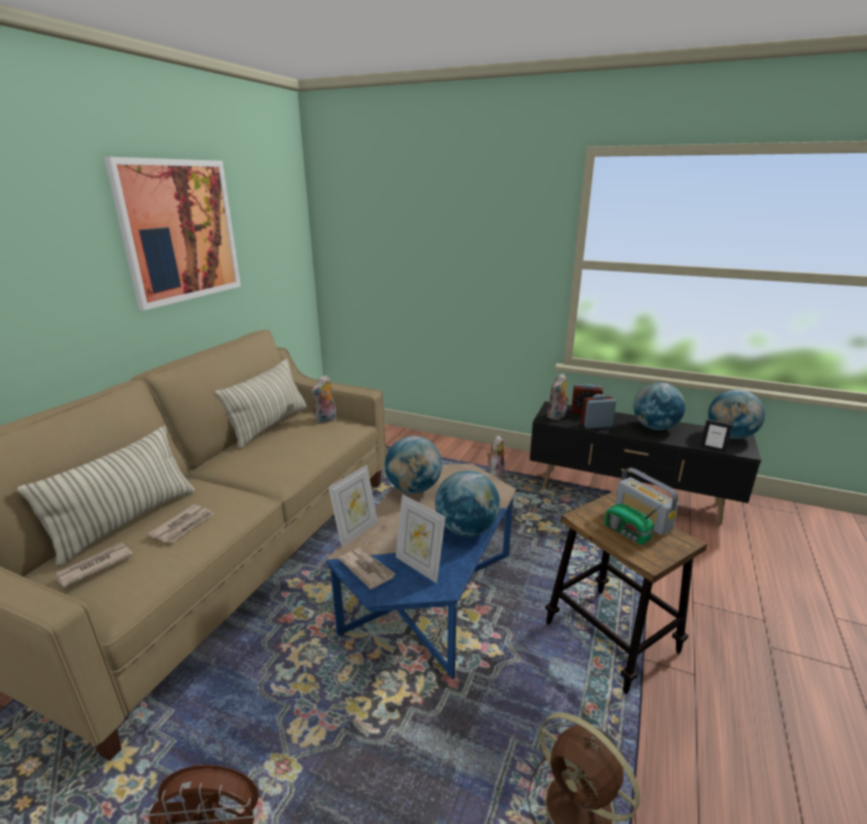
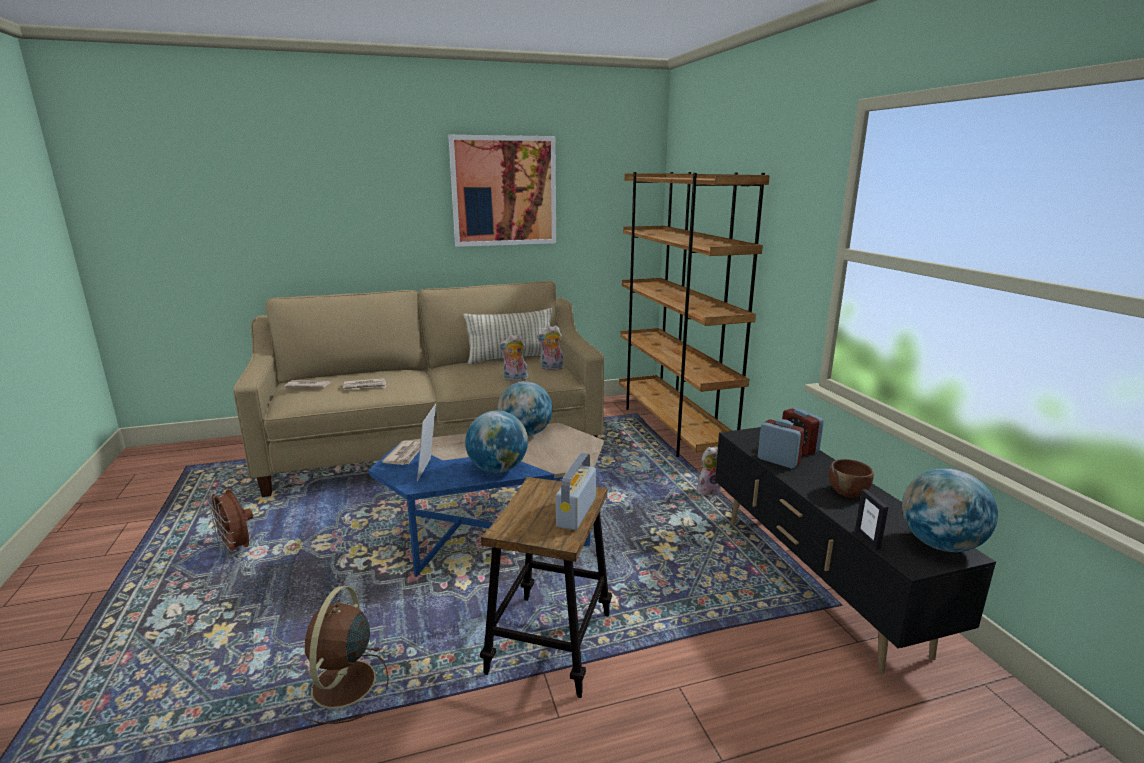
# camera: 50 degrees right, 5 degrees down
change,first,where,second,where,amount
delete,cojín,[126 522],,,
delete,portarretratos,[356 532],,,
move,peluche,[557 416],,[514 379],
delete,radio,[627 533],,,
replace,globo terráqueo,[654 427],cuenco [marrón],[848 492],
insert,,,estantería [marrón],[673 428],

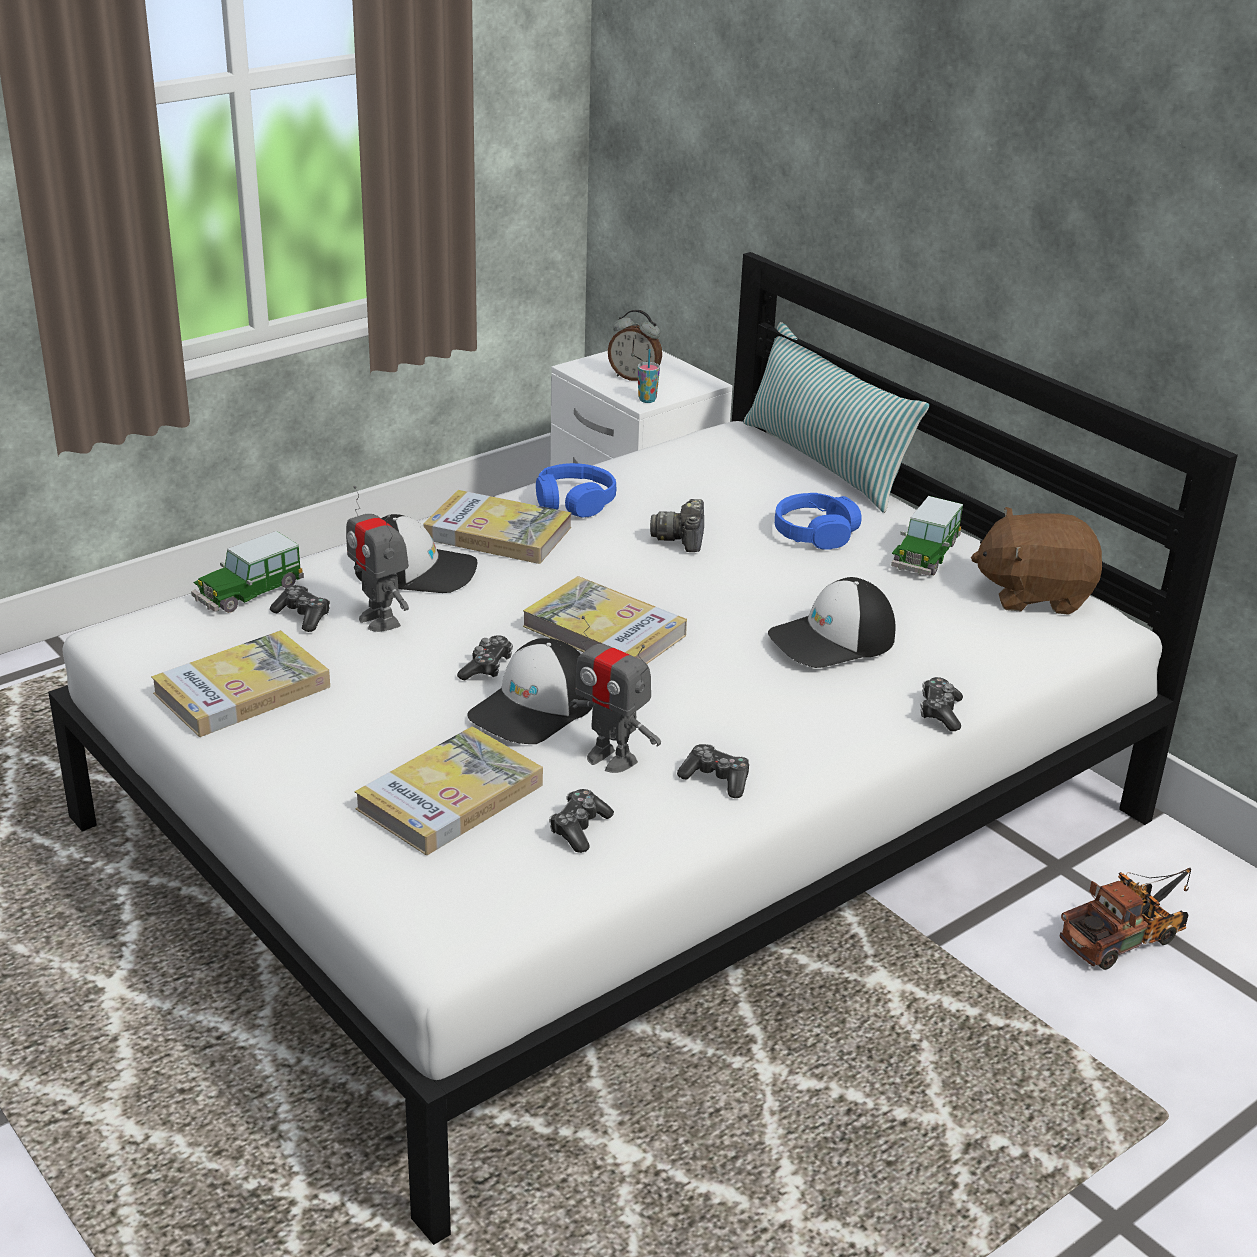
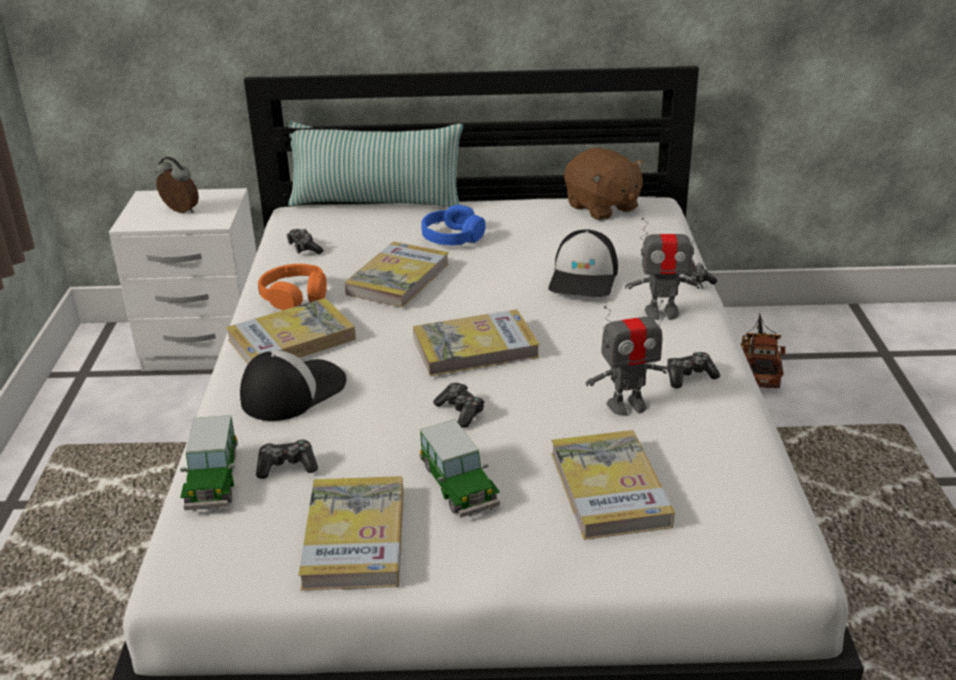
# camera: 50 degrees left, 0 degrees up
change,first,where,second,where,amount
move,robot de juguete,[380 620],,[662 312],
delete,gorra,[534 709],,,
recolor,auriculares [azul],[574 502],auriculares [naranja],[295 296],
move,mando de consola,[579 829],,[304 248],
rotate,despertador,[634 377],,[180 211],120 degrees counterclockwise
delete,taza,[647 400],,,
replace,cámara,[682 538],libro,[398 279],
move,coche de juguete,[925 555],,[458 486],
rotate,peluche [marrón],[1034 594],,[602 208],75 degrees counterclockwise

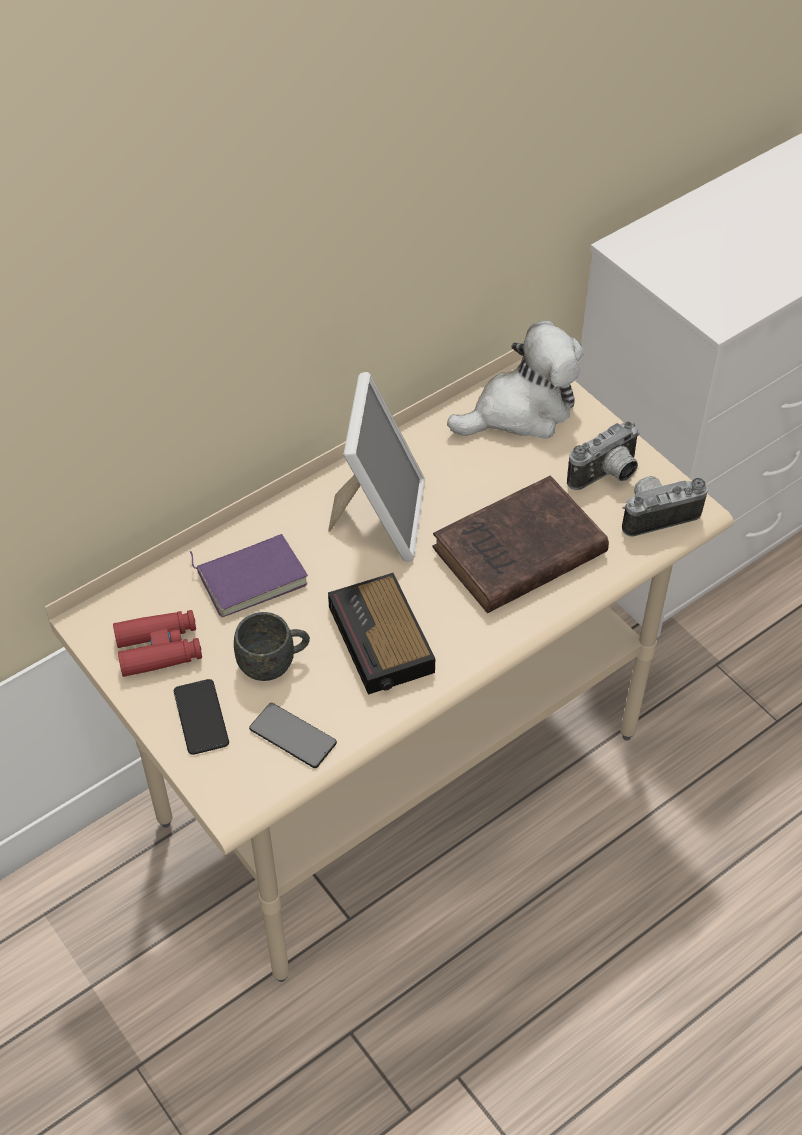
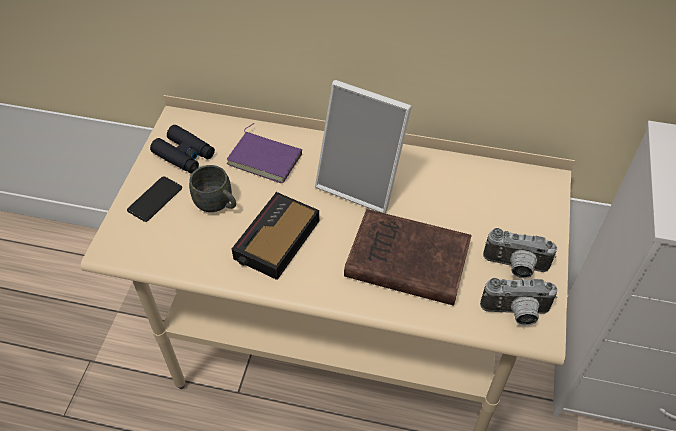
# camera: 50 degrees right, 0 degrees up
change,first,where,second,where,amount
recolor,prismáticos [rojo],[159 649],prismáticos [negro],[184 155],
delete,móvil,[293 736],,,
rotate,portarretratos,[379 517],,[362 182],60 degrees clockwise
delete,peluche,[521 411],,,
rotate,cámara,[657 514],,[515 313],150 degrees clockwise

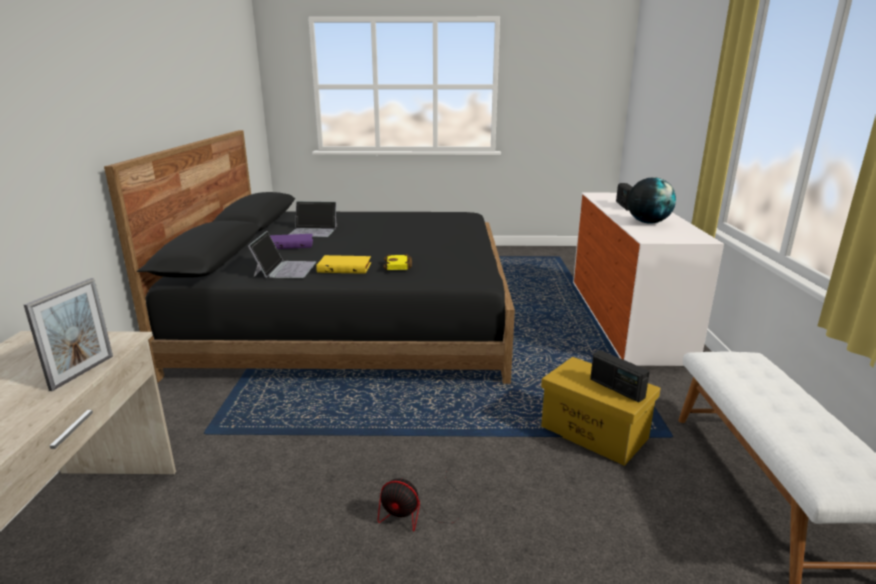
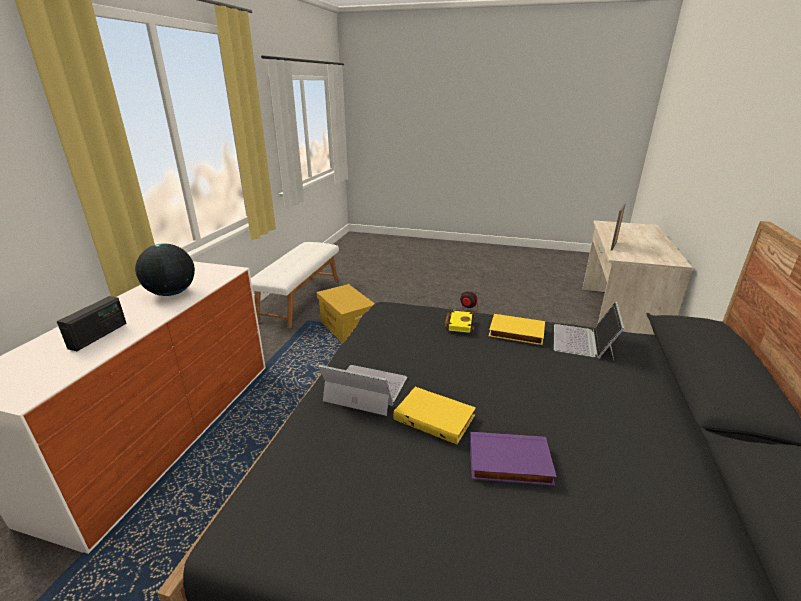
# camera: 165 degrees left, 5 degrees up
change,first,where,second,where,amount
move,libro [morado],[291 244],,[509 463],
move,portátil,[313 231],,[365 389],
delete,radio,[616 388],,,
insert,,,libro [amarillo],[435 417],

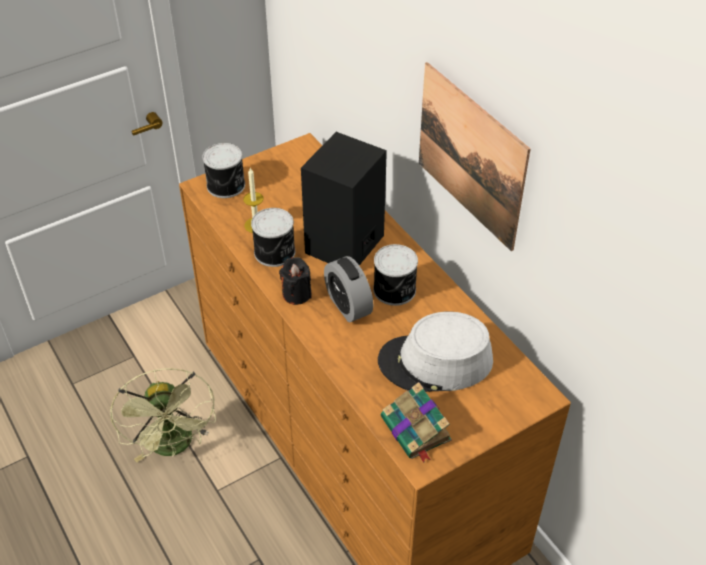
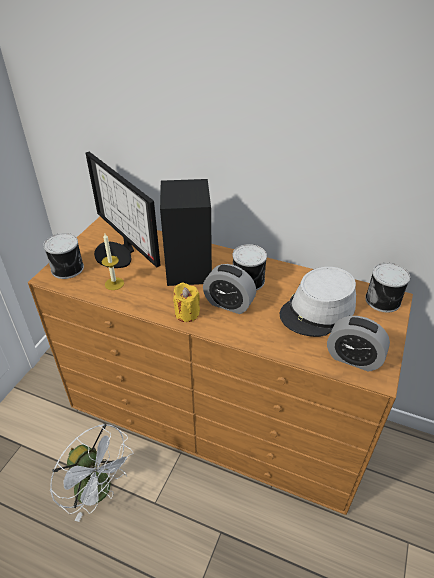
# camera: 35 degrees left, 5 degrees down
change,first,where,second,where,amount
recolor,ventilador [verde],[174 446],ventilador [blanco],[100 491],
move,lata,[275 252],,[384 300],
recolor,vela [negro],[296 294],vela [amarillo],[187 313],
replace,libro,[416 430],despertador,[353 358],
delete,cuadro,[470 156],,,
insert,,,monitor,[118 253],

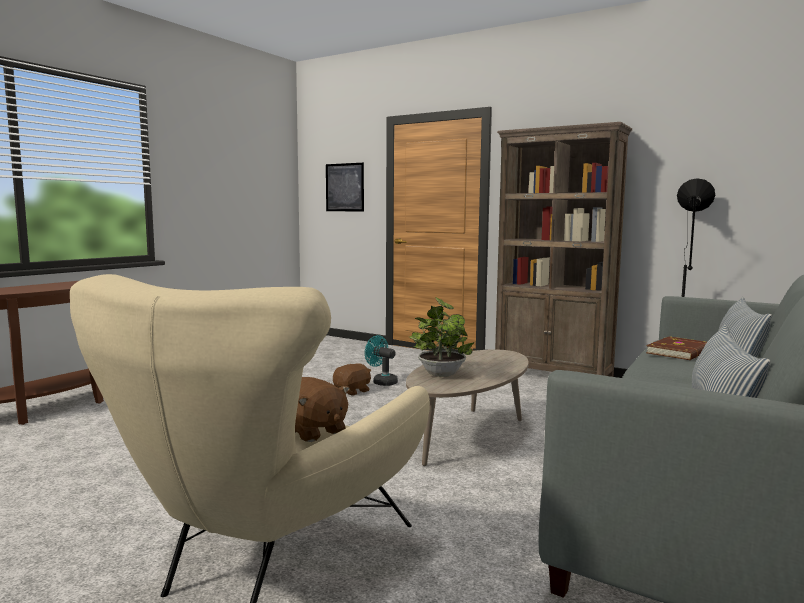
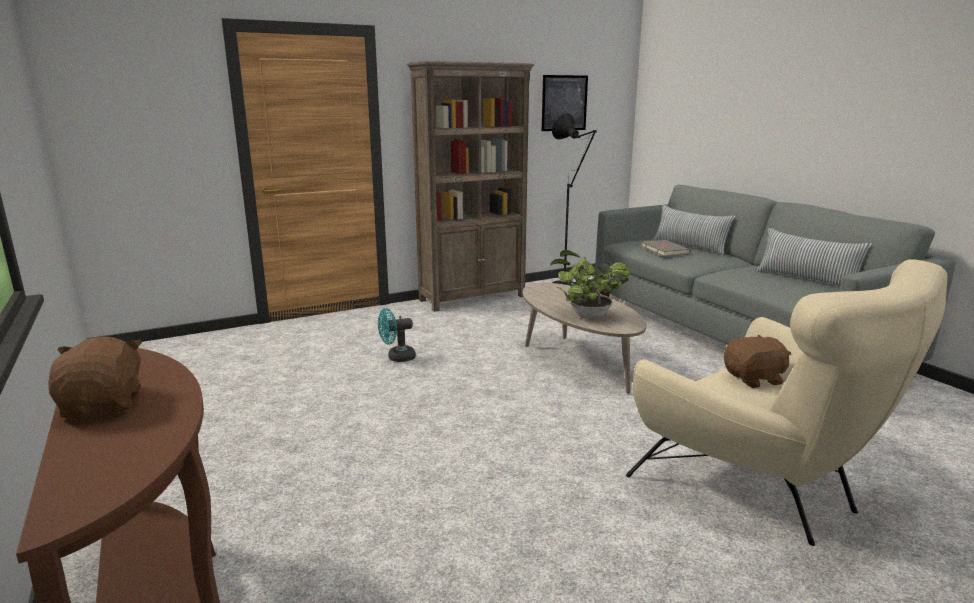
# camera: 60 degrees left, 10 degrees up
change,first,where,second,where,amount
move,cuadro,[344 187],,[564 103],
move,peluche [marrón],[352 391],,[104 404],
recolor,libro [marrón],[680 352],libro [gris],[665 250],

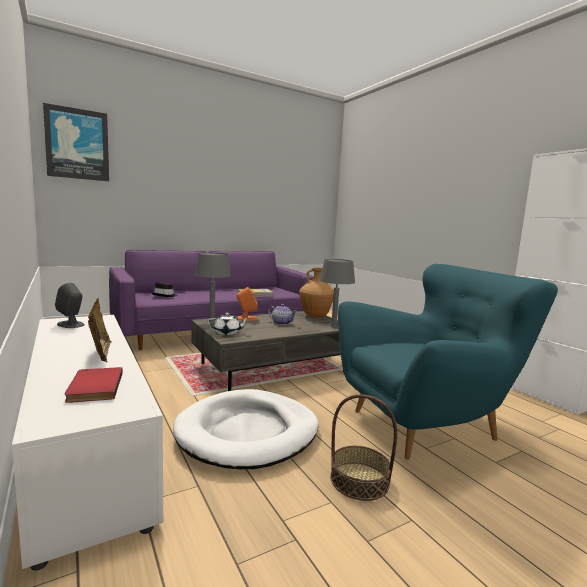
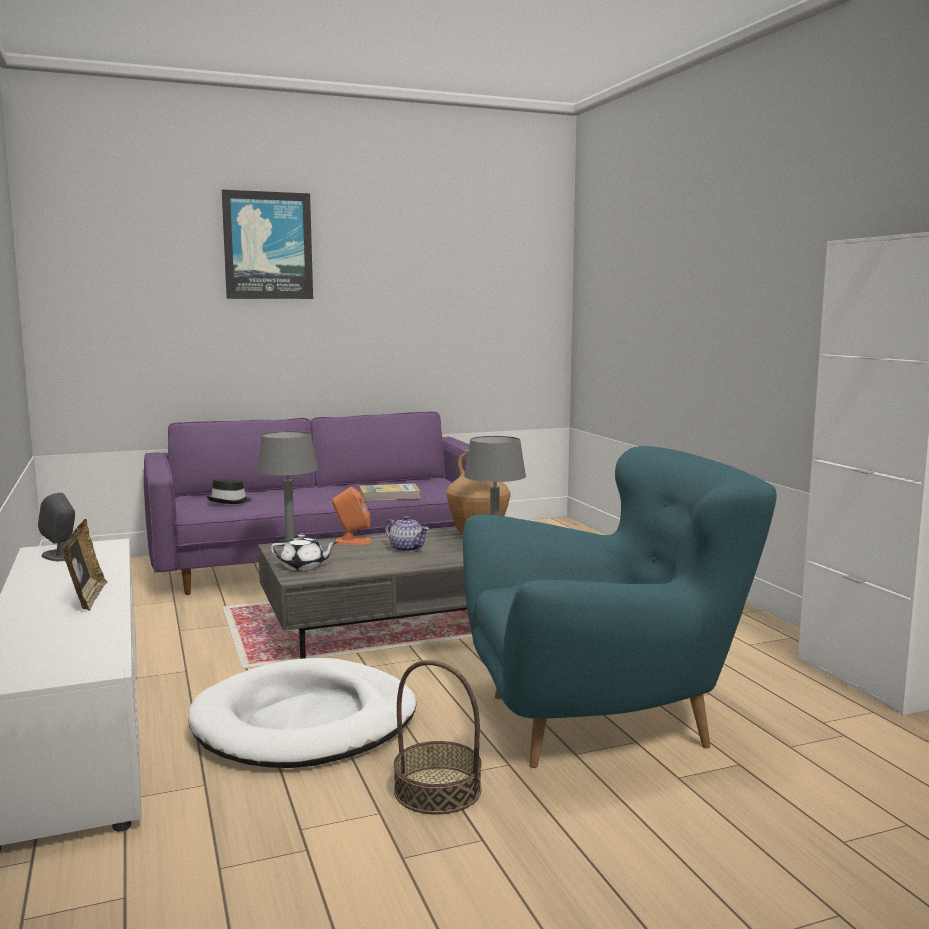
# camera: 10 degrees right, 0 degrees up
change,first,where,second,where,amount
move,cuadro,[77 144],,[268 245],
delete,libro [rojo],[93 387],,,

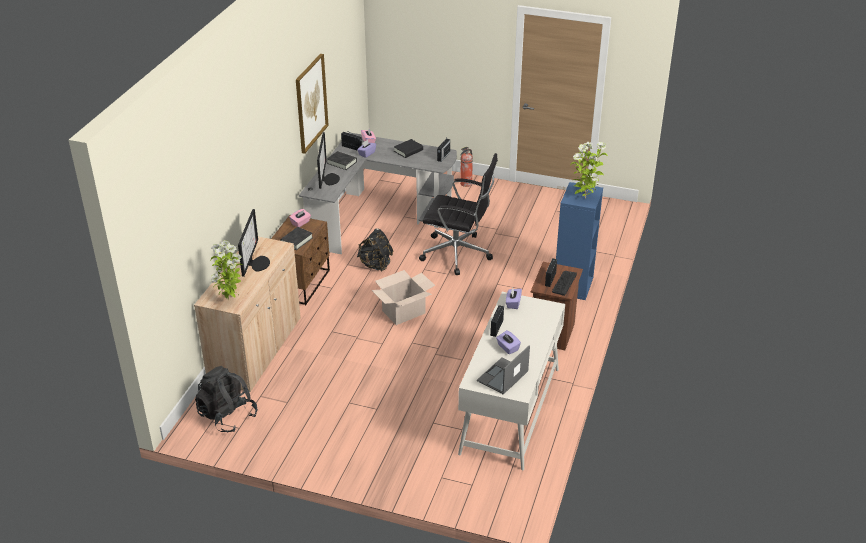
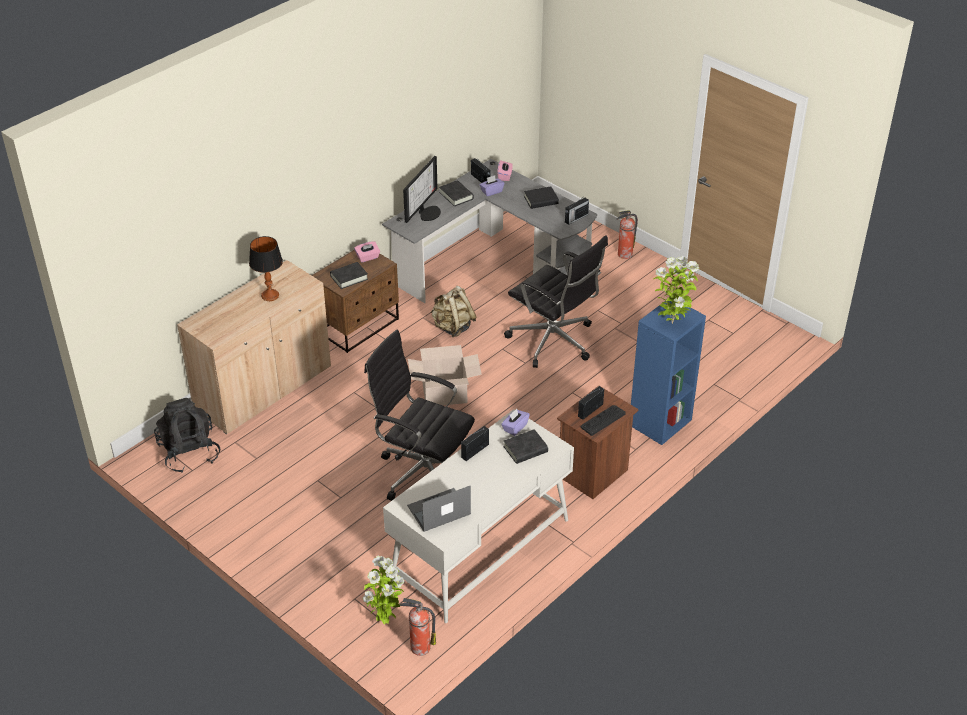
# camera: 25 degrees right, 5 degrees up
change,first,where,second,where,amount
move,planta en maceta,[229 300],,[384 620],
replace,monitor,[257 263],lámpara de mesa,[270 295],
delete,cuadro,[311 103],,,
recolor,mochila [negro],[375 265],mochila [beis],[452 327],
delete,caja de pañuelos [morado],[507 348],,,
insert,,,silla de oficina [negro],[423 472],
insert,,,extintor,[419 647],
insert,,,libro [negro],[525 449],

